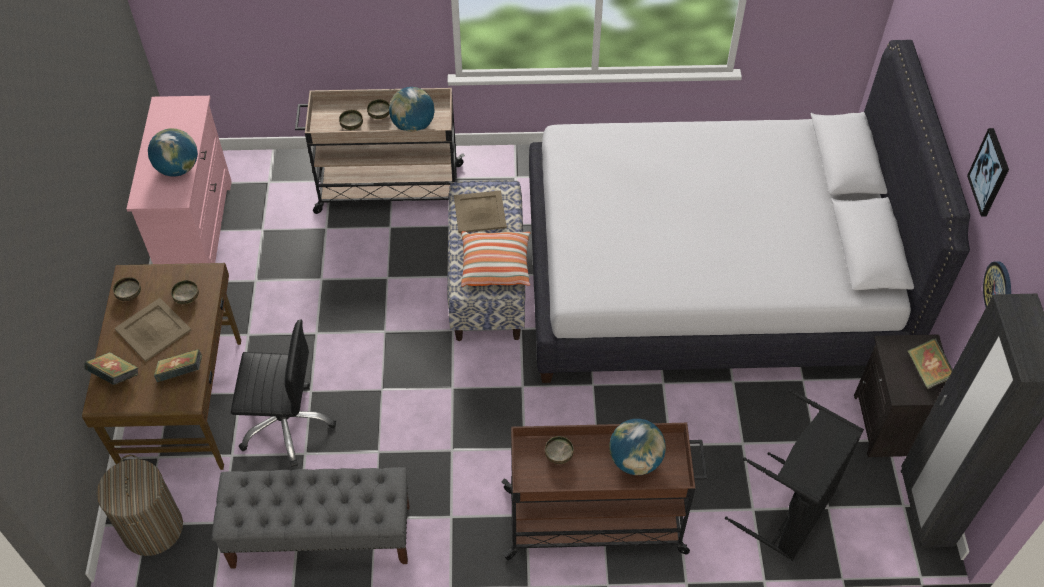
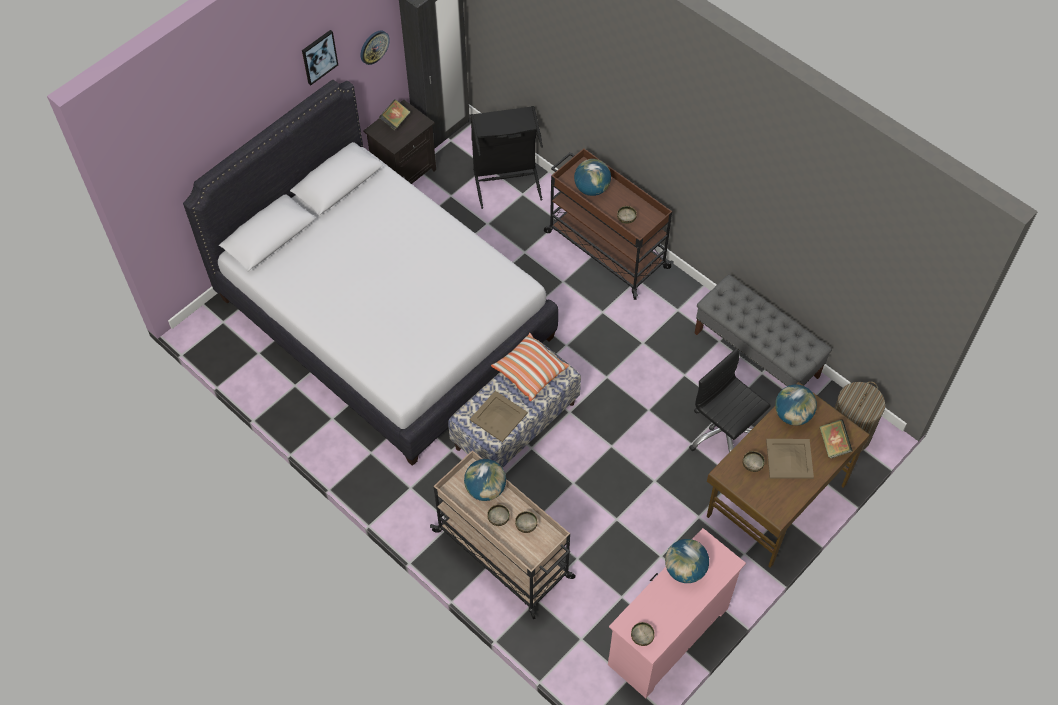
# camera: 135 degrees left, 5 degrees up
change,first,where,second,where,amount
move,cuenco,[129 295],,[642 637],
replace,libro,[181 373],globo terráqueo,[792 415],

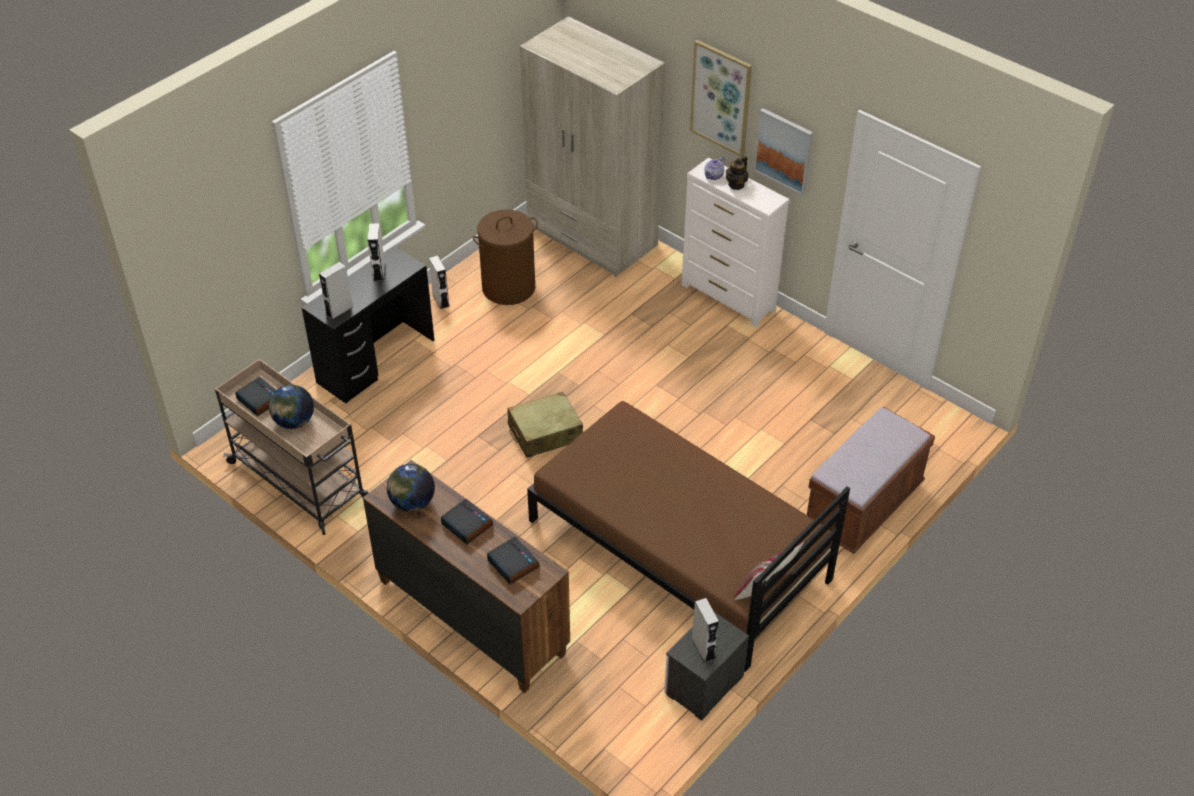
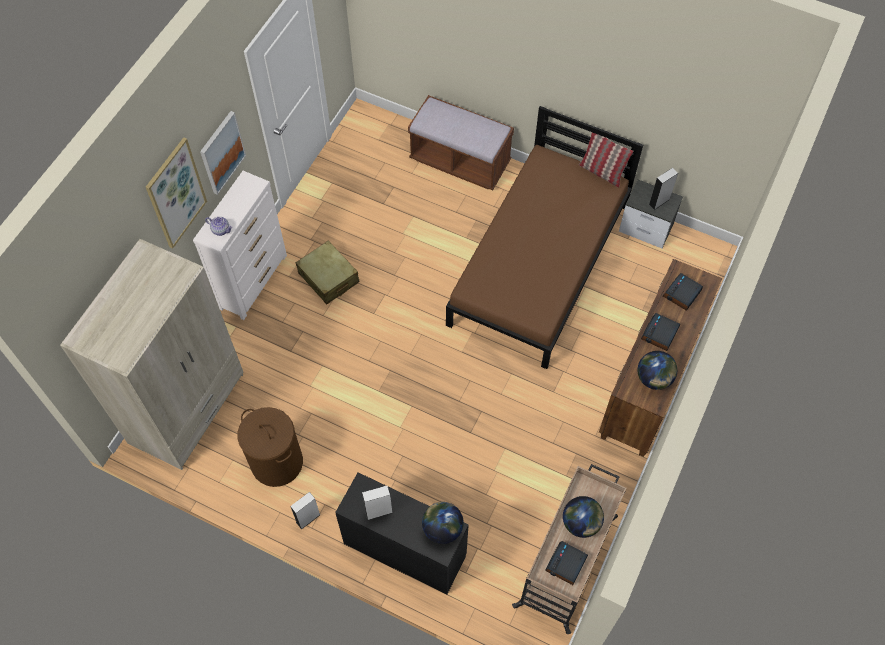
# camera: 105 degrees left, 15 degrees up
change,first,where,second,where,amount
replace,altavoz [gris],[339 311],globo terráqueo,[442 528],
move,maleta [beis],[544 433],,[328 278],
delete,tetera,[736 184],,,

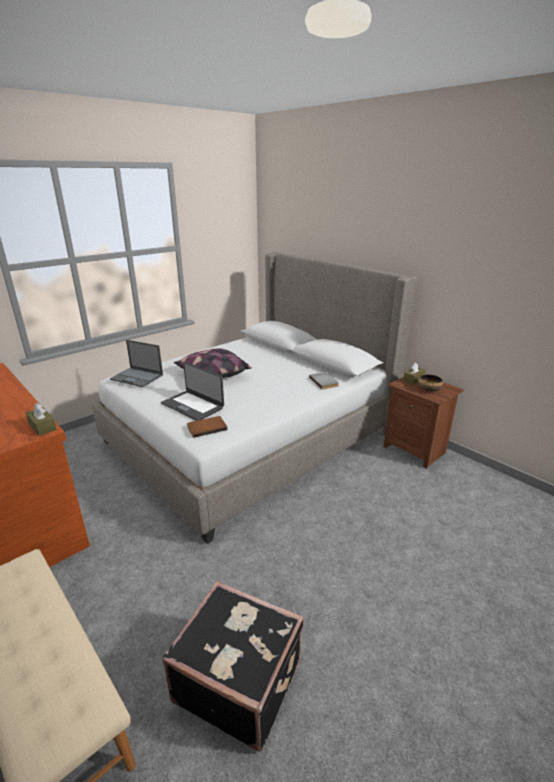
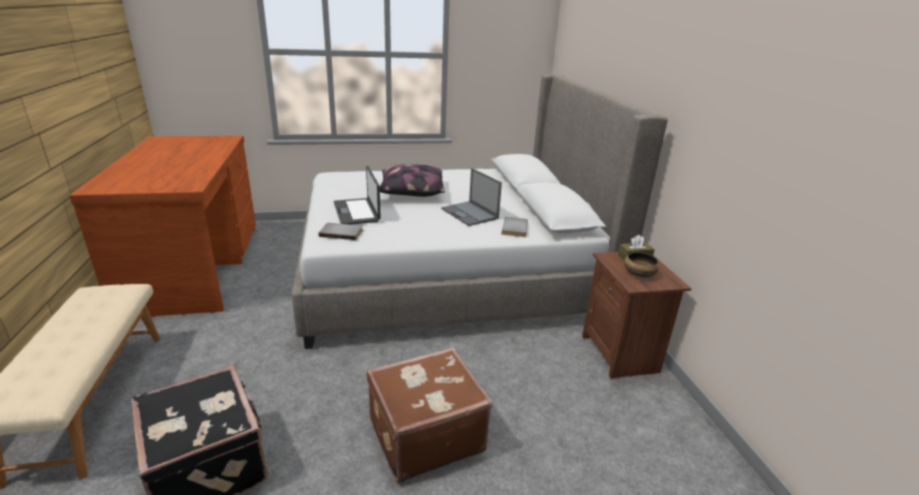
# camera: 30 degrees right, 0 degrees up
change,first,where,second,where,amount
delete,caja de pañuelos [marrón],[42 427],,,
move,portátil,[137 377],,[470 214],
recolor,libro [marrón],[206 427],libro [gris],[341 232],
insert,,,maleta [marrón],[424 435],

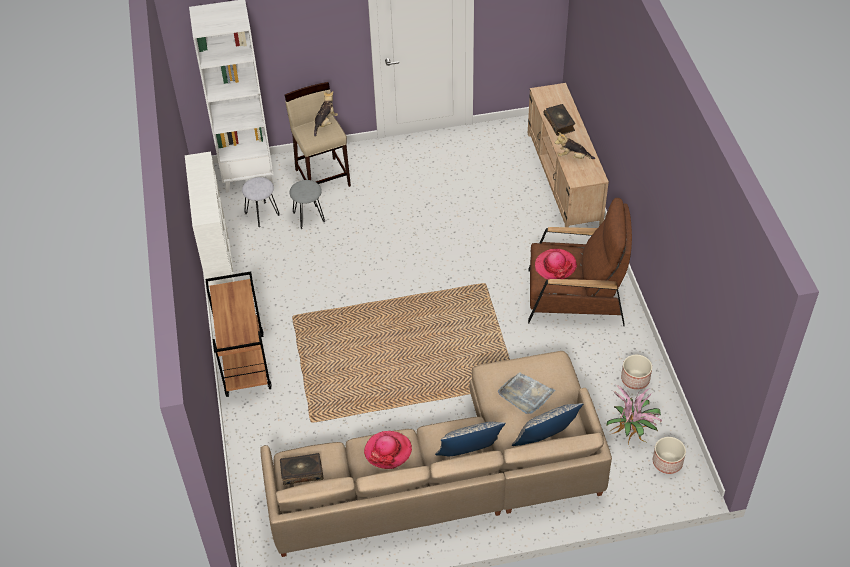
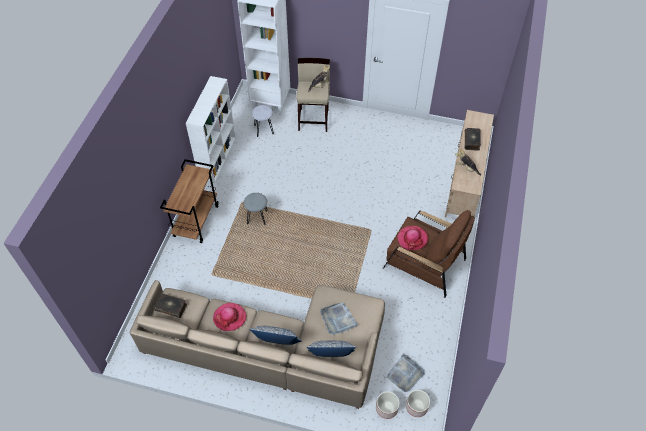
# camera: 25 degrees right, 5 degrees up
change,first,where,second,where,amount
move,taburete [gris],[309 217],,[257 218],
replace,planta en maceta,[631 432],bandeja [gris],[405 374],
move,maceta,[635 379],,[386 408],

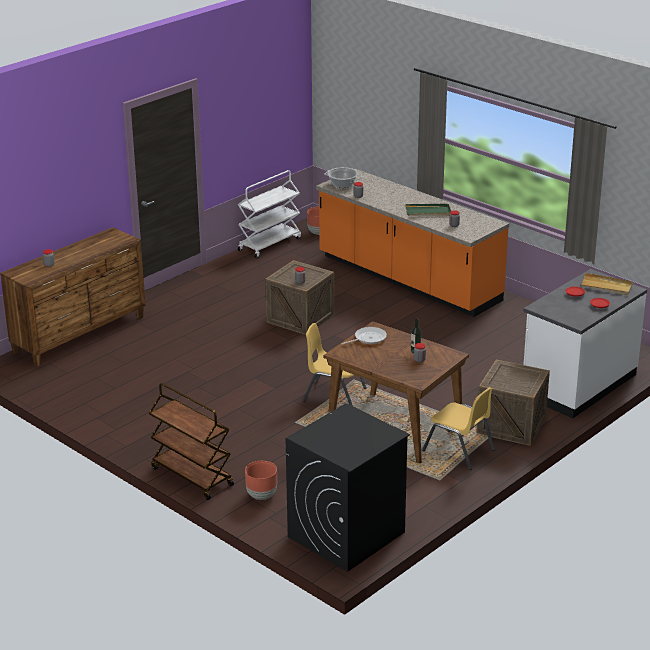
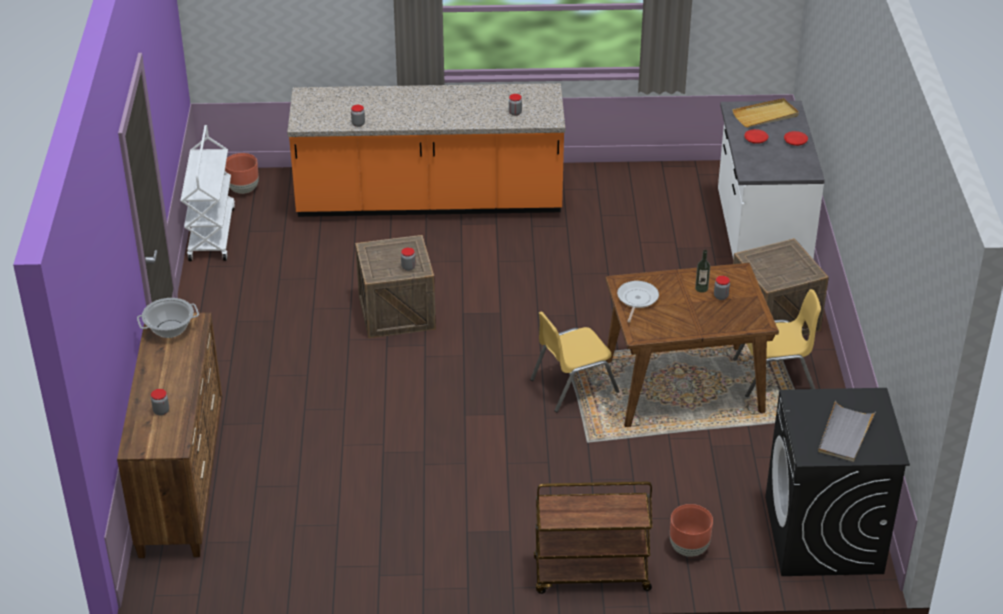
# camera: 45 degrees left, 10 degrees up
change,first,where,second,where,amount
move,olla,[342 184],,[169 329],
delete,bandeja [verde],[428 212],,,
insert,,,bandeja [gris],[845 434],

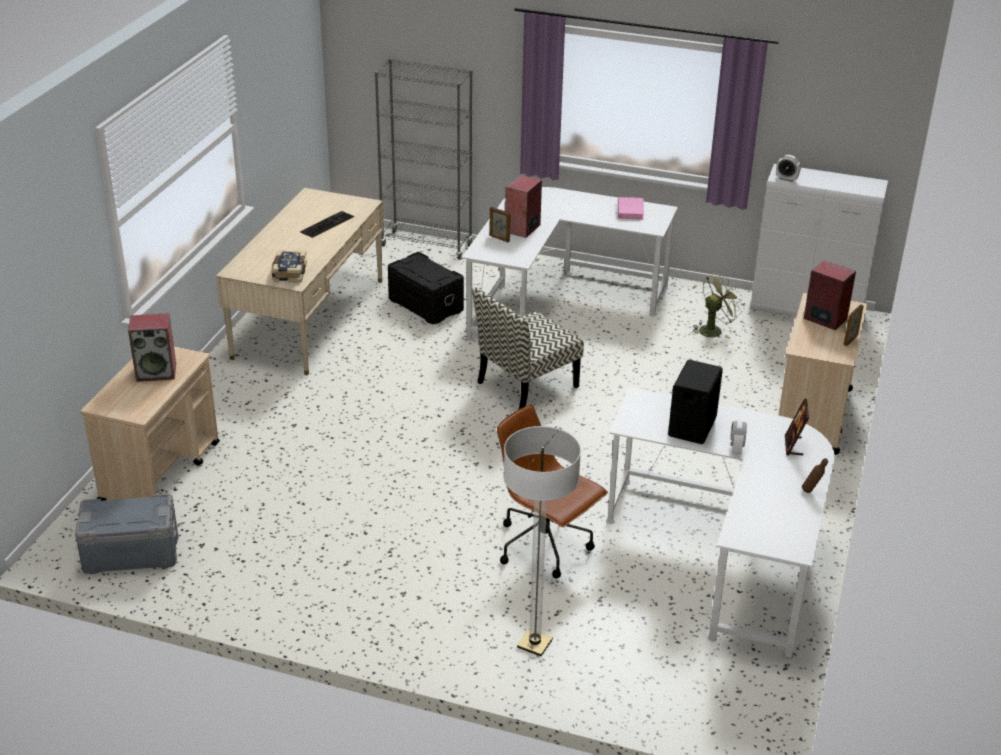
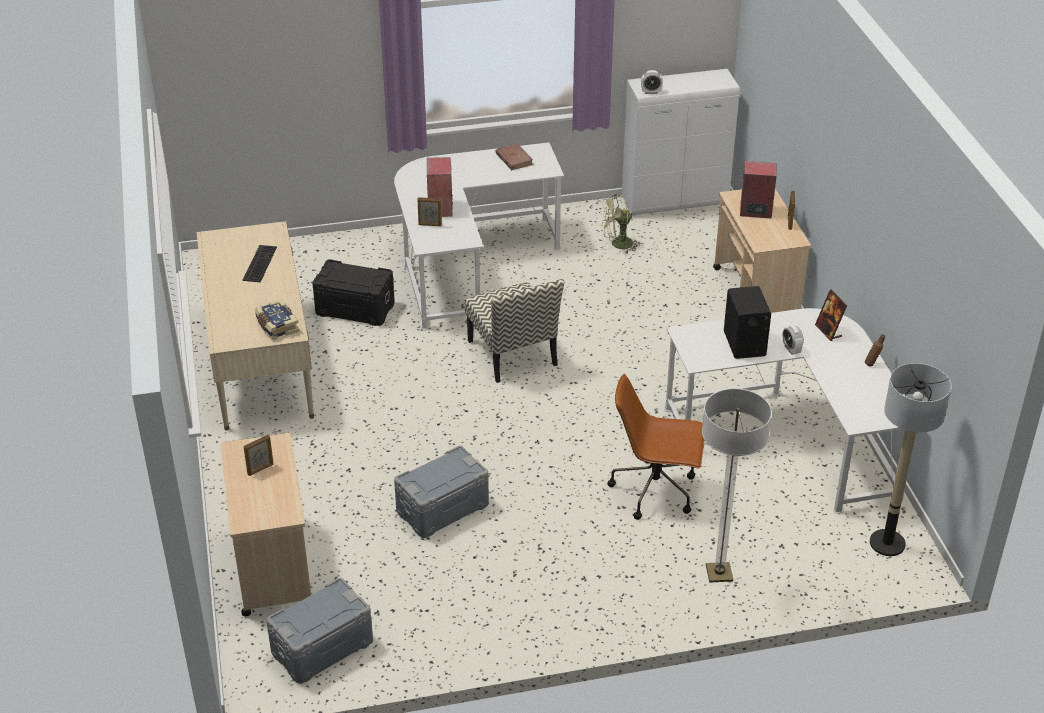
# camera: 30 degrees left, 5 degrees up
change,first,where,second,where,amount
replace,altavoz,[157 372],portarretratos,[261 469],
delete,estantería [gris],[427 246],,,
rotate,silla,[526 385],,[513 354],45 degrees counterclockwise
recolor,libro [rosa],[630 210],libro [marrón],[514 159],
rotate,ventilador [verde],[713 329],,[617 245],135 degrees counterclockwise
insert,,,caja de almacenaje [gris],[442 508],
insert,,,lámpara de pie,[887 543],

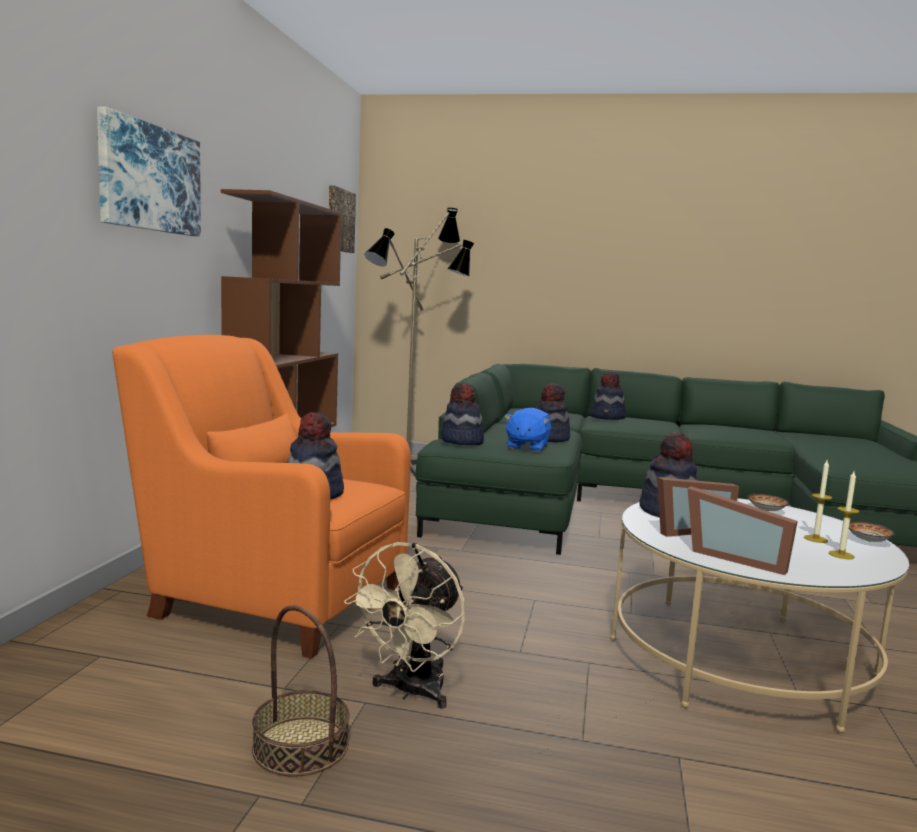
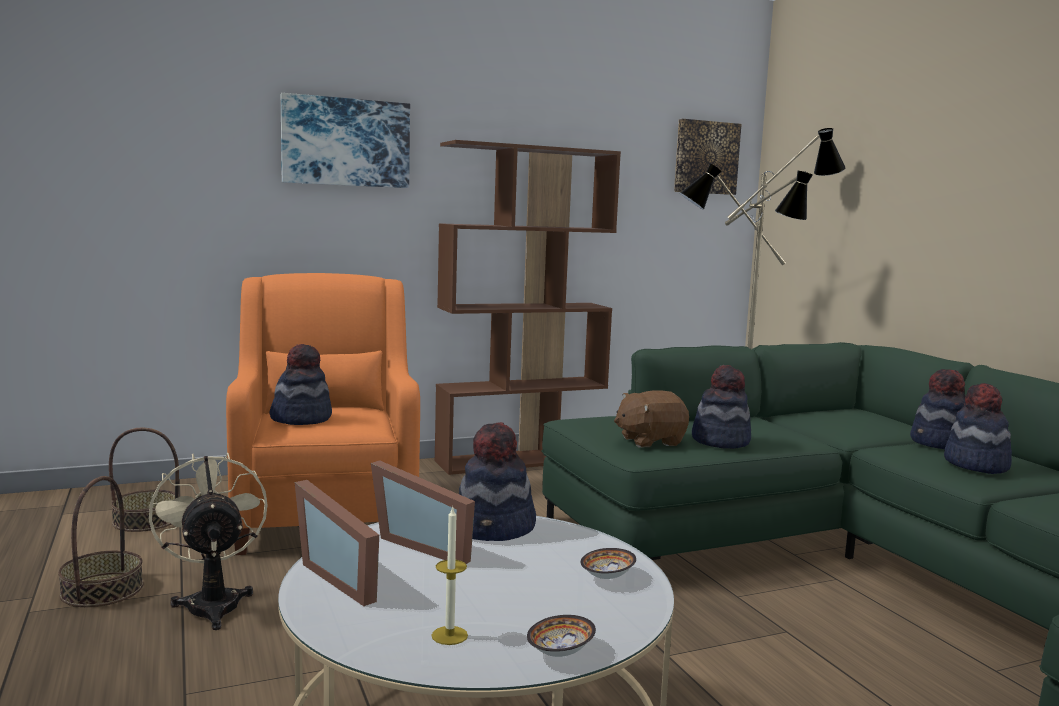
# camera: 55 degrees right, 0 degrees up
change,first,where,second,where,amount
rotate,ventilador [beis],[411 692],,[212 602],75 degrees clockwise
move,sombrero,[461 441],,[975 465],
recolor,peluche [azul],[527 447],peluche [marrón],[650 441],
rotate,portarretratos,[736 557],,[345 576],45 degrees counterclockwise
delete,vela,[815 539],,,
insert,,,cesta,[146 520],

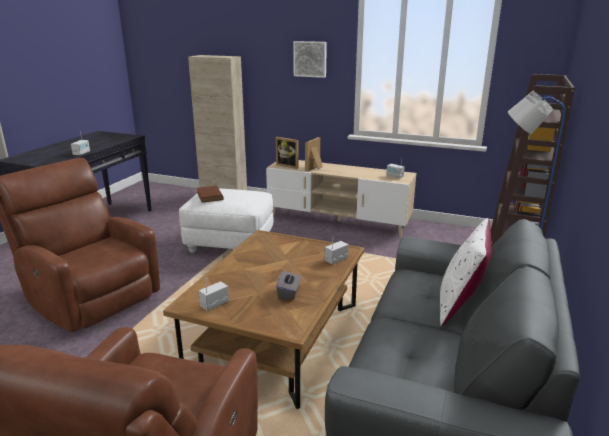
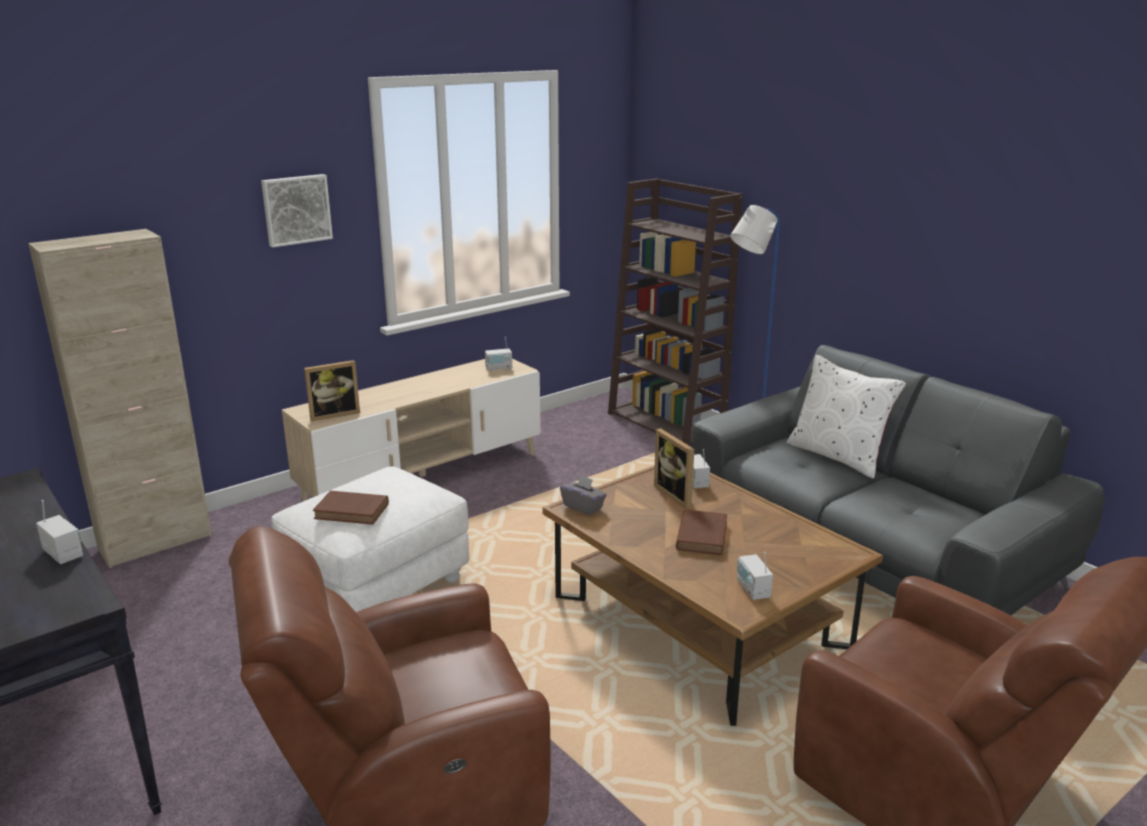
# camera: 60 degrees left, 0 degrees up
change,first,where,second,where,amount
move,caja de pañuelos [gris],[289 293],,[583 507],
move,portarretratos,[315 168],,[677 495],
insert,,,libro [marrón],[702 535],

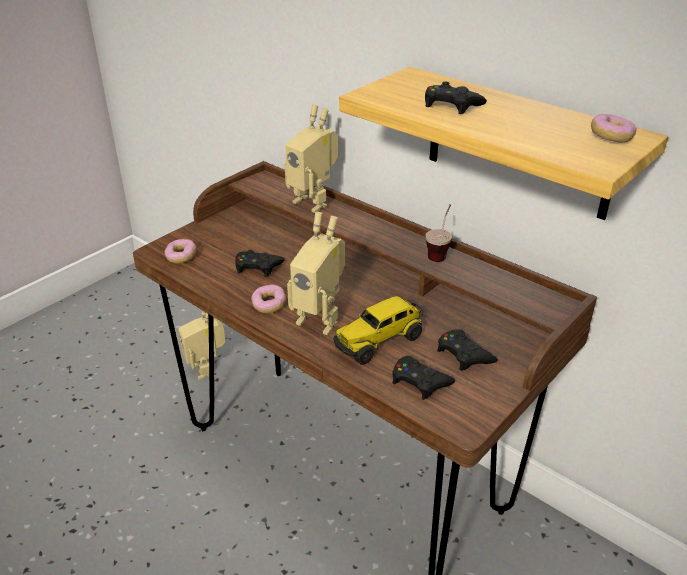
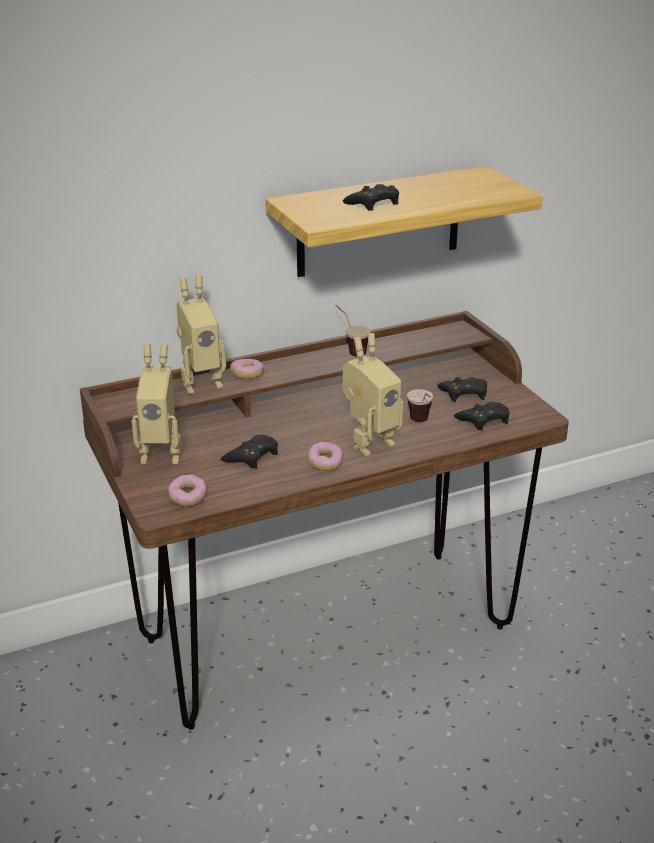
# camera: 65 degrees left, 5 degrees down
change,first,where,second,where,amount
move,robot de juguete,[207 368],,[161 453],
replace,camión de juguete,[379 341],taza,[421 423],
move,rosquilla,[611 137],,[247 375],

